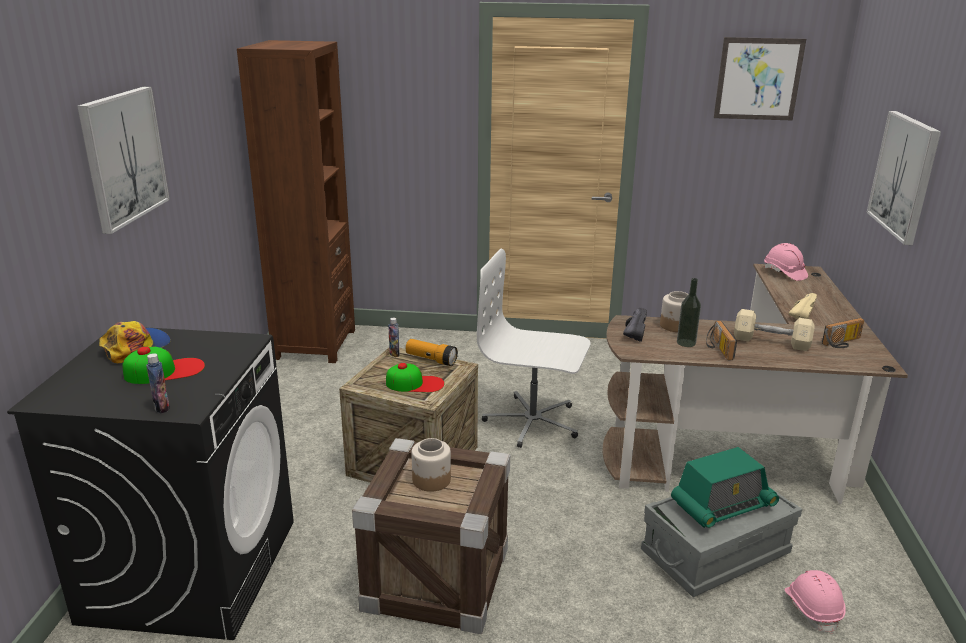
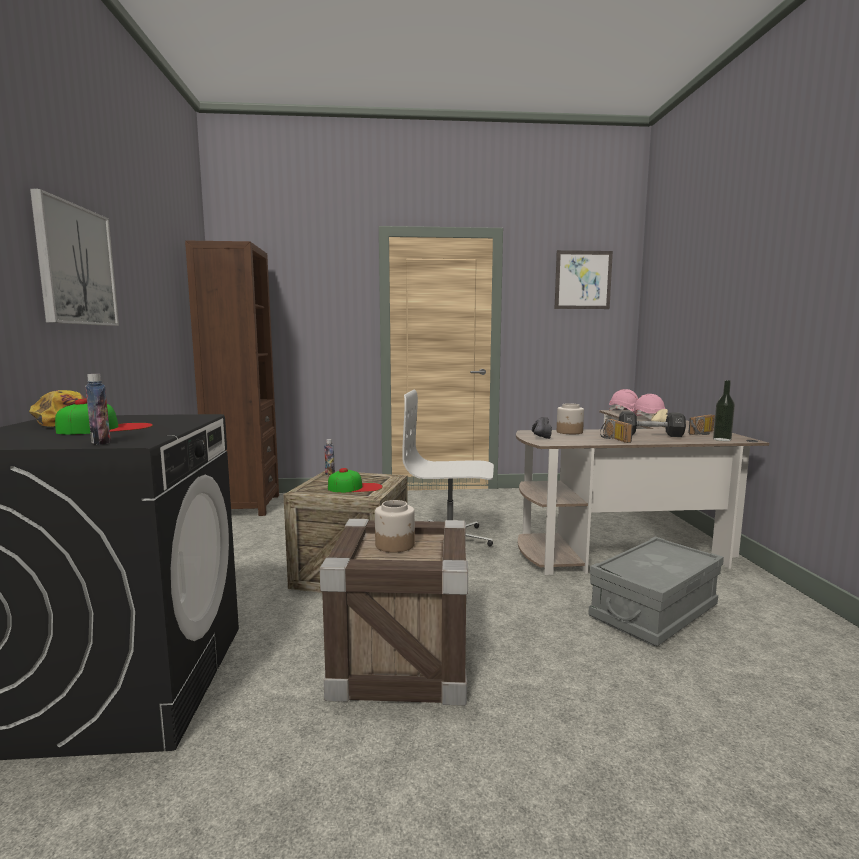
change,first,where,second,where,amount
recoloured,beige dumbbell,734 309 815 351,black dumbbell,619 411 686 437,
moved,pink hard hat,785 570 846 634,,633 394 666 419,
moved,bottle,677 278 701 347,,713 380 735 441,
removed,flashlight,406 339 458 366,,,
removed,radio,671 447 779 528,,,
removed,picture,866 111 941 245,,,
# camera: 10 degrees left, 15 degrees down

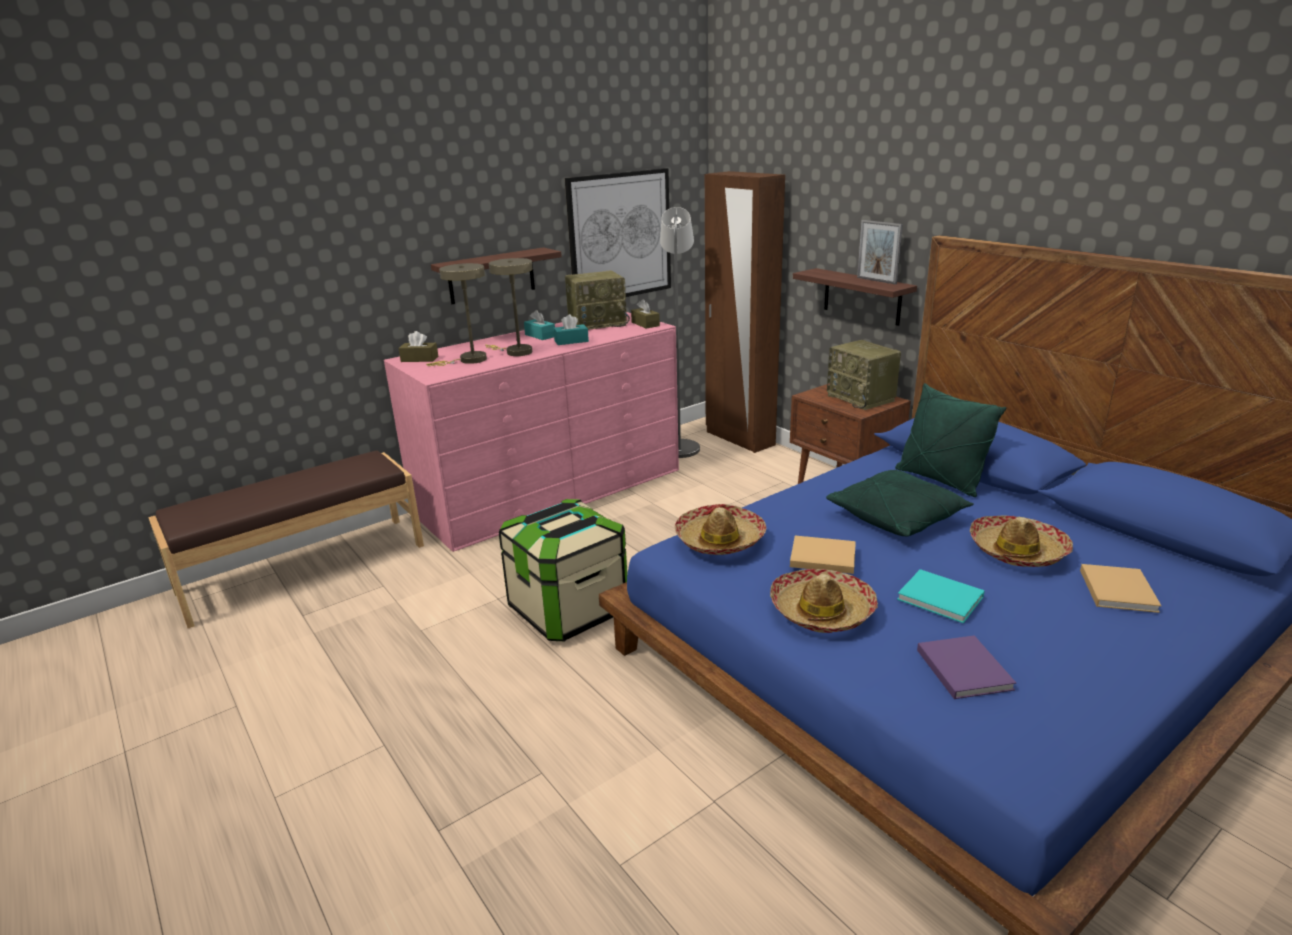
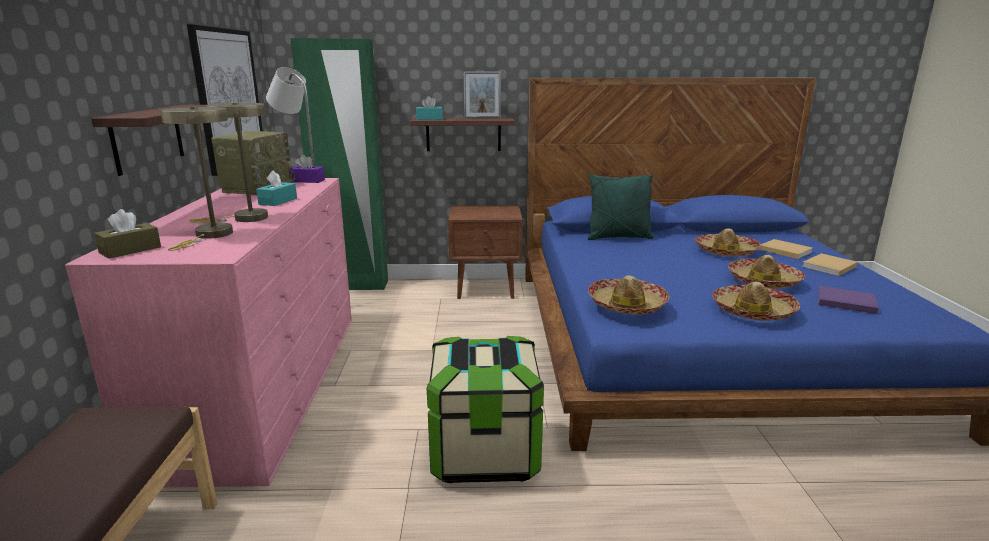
change,first,where,second,where,amount
recoloured,brown tissue box,631 299 660 329,purple tissue box,289 155 325 183,
recoloured,brown wardrobe,705 171 785 453,green wardrobe,291 38 388 290,
moved,turquoise tissue box,524 310 555 340,,416 96 443 120,
replaced,turquoise book,897 569 985 624,hat,728 255 805 289,
moved,beige book,790 535 856 574,,802 253 858 276,
removed,green pillow,826 469 974 537,,,
removed,radio,827 340 901 410,,,
# camera: 55 degrees left, 5 degrees down

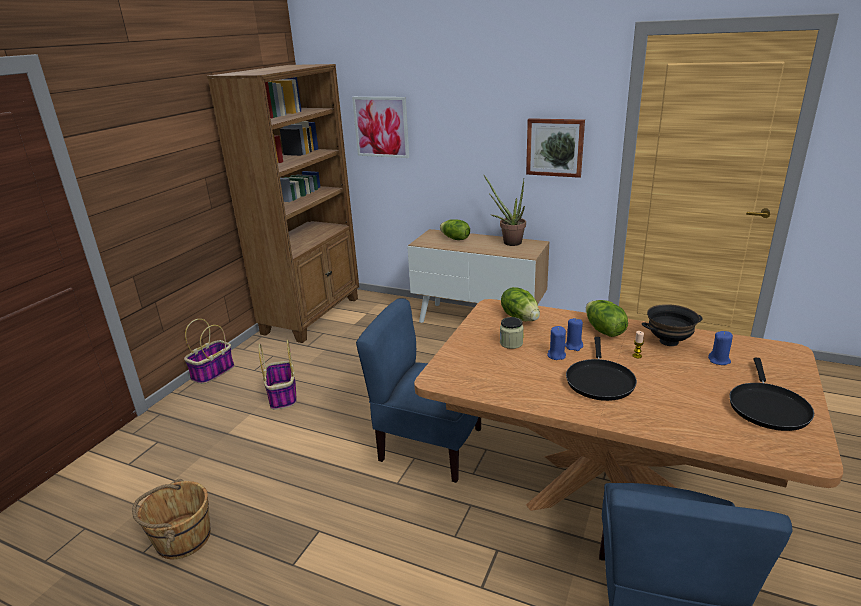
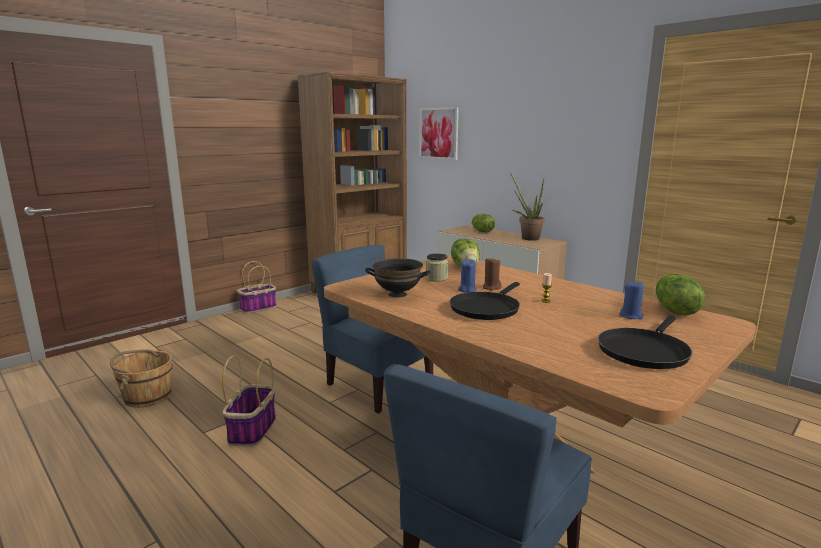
change,first,where,second,where,amount
moved,basket,258 340 296 410,,222 356 276 446,
moved,black bowl,642 304 702 346,,365 258 431 298,
recoloured,blue candle,565 318 583 351,brown candle,483 258 502 291,
moved,lettuce,586 300 628 337,,656 274 705 315,
removed,picture,526 118 585 178,,,
# camera: 20 degrees right, 10 degrees down

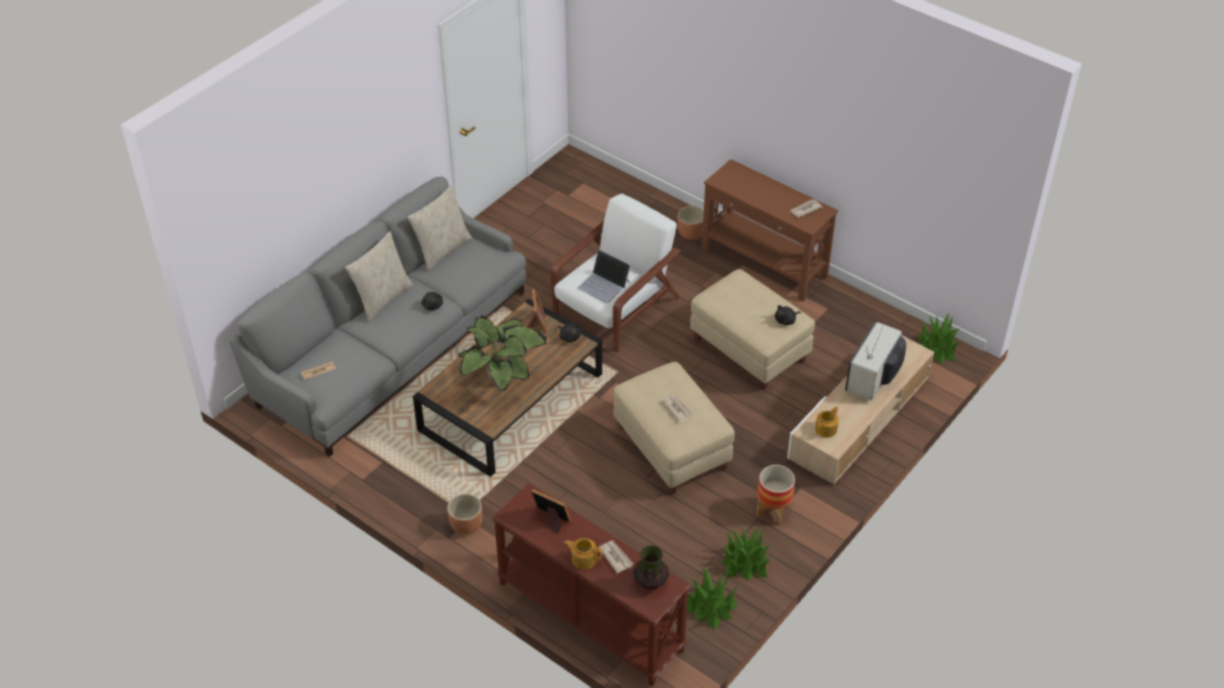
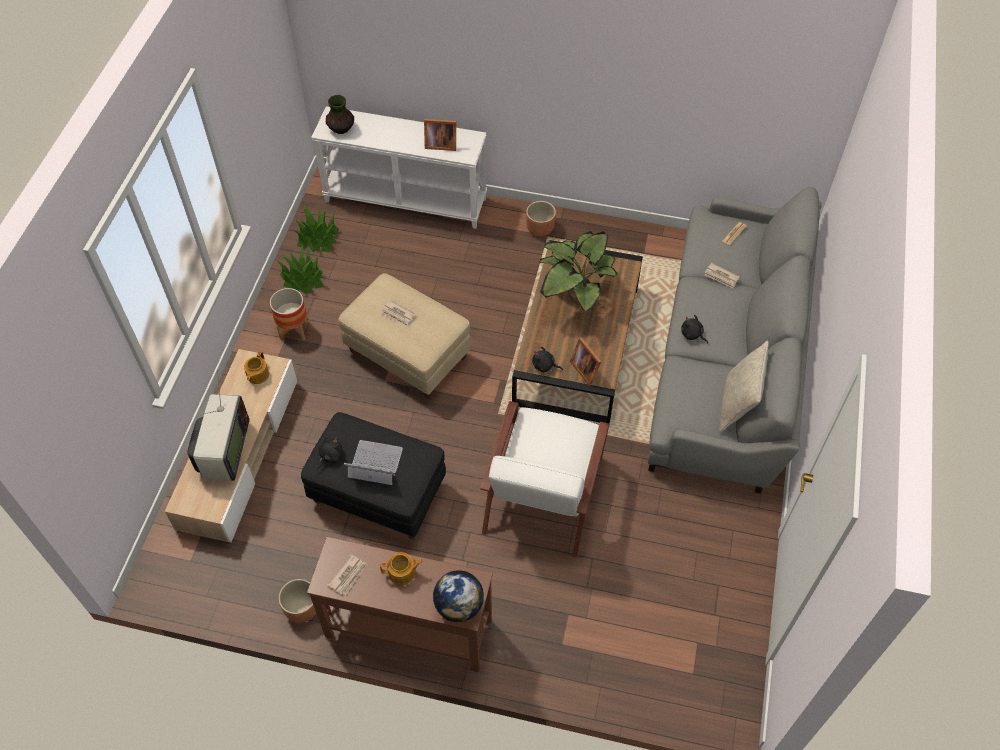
change,first,where,second,where,amount
moved,brown planter,678 206 704 240,,279 579 316 623,
recoloured,beige ottoman,690 269 815 390,black ottoman,301 412 446 540,
recoloured,brown console table,492 483 690 686,white console table,311 106 487 229,
moved,laptop,577 249 631 304,,344 440 403 485,
moved,teapot,564 538 602 569,,380 552 423 585,
added,,,globe,433 570 484 622,
moved,newspaper,598 541 633 573,,705 263 740 288,
removed,beige pillow,345 232 413 321,,,
removed,potted plant,918 313 960 364,,,
# camera: 155 degrees right, 10 degrees up

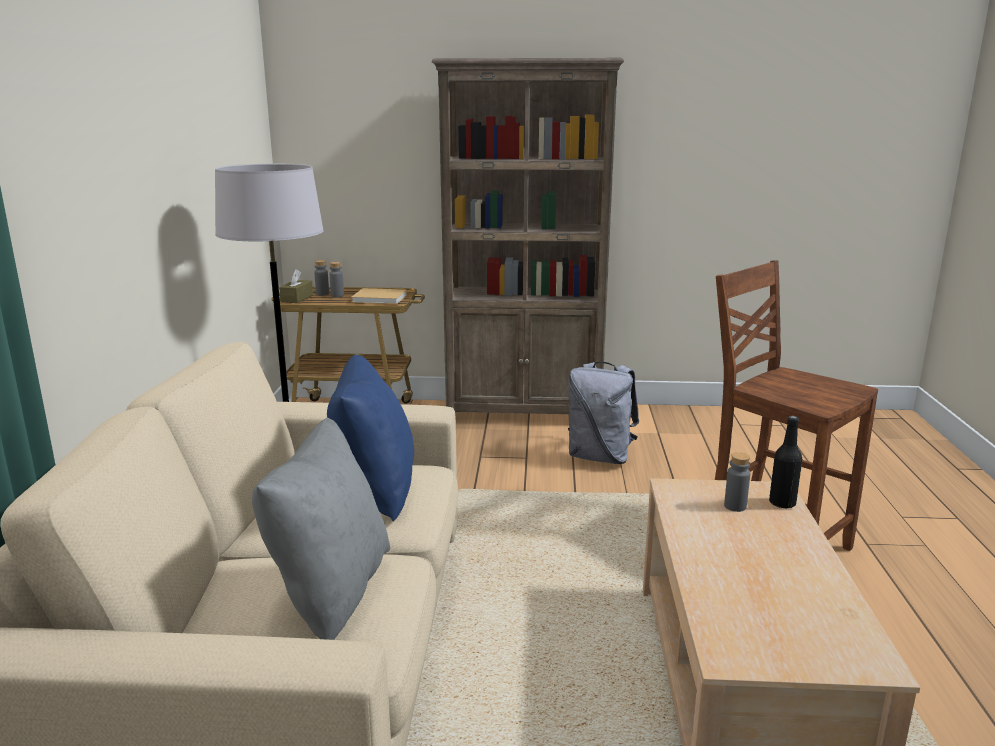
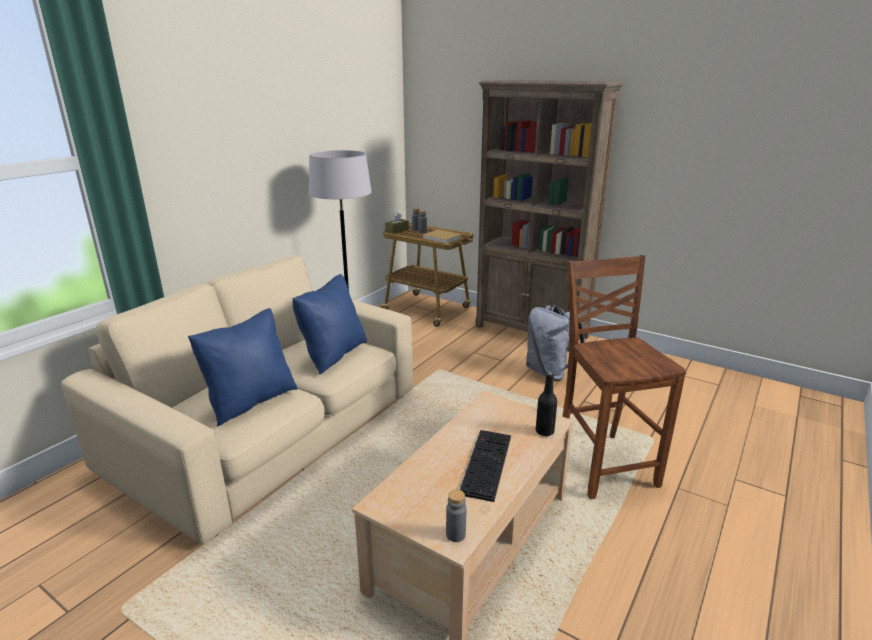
change,first,where,second,where,amount
recoloured,grey pillow,252 418 390 640,blue pillow,188 308 298 426,
moved,grey bottle,724 452 750 512,,446 490 467 542,
added,,,keyboard,460 430 511 502,
# camera: 30 degrees right, 5 degrees up

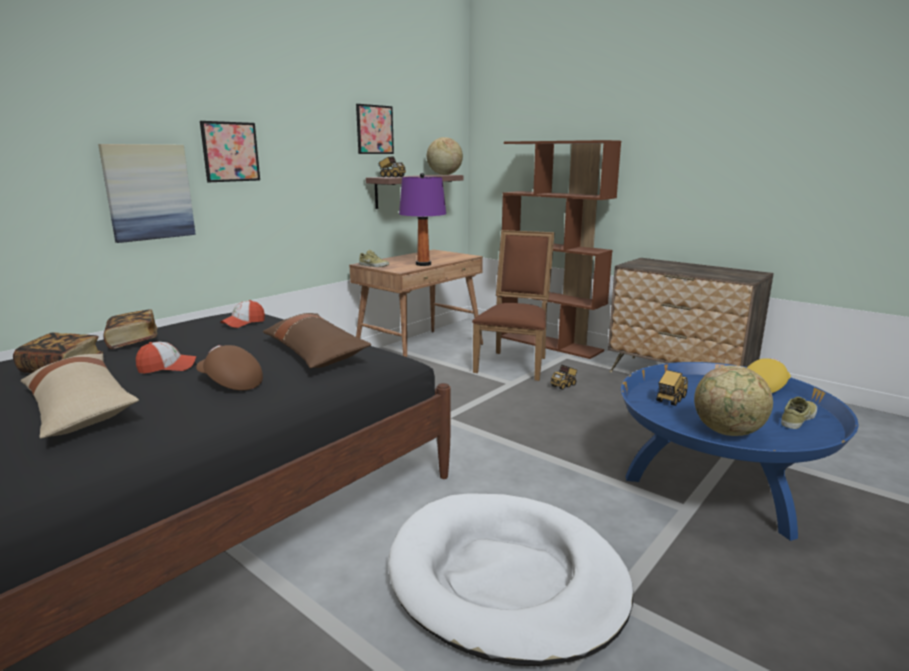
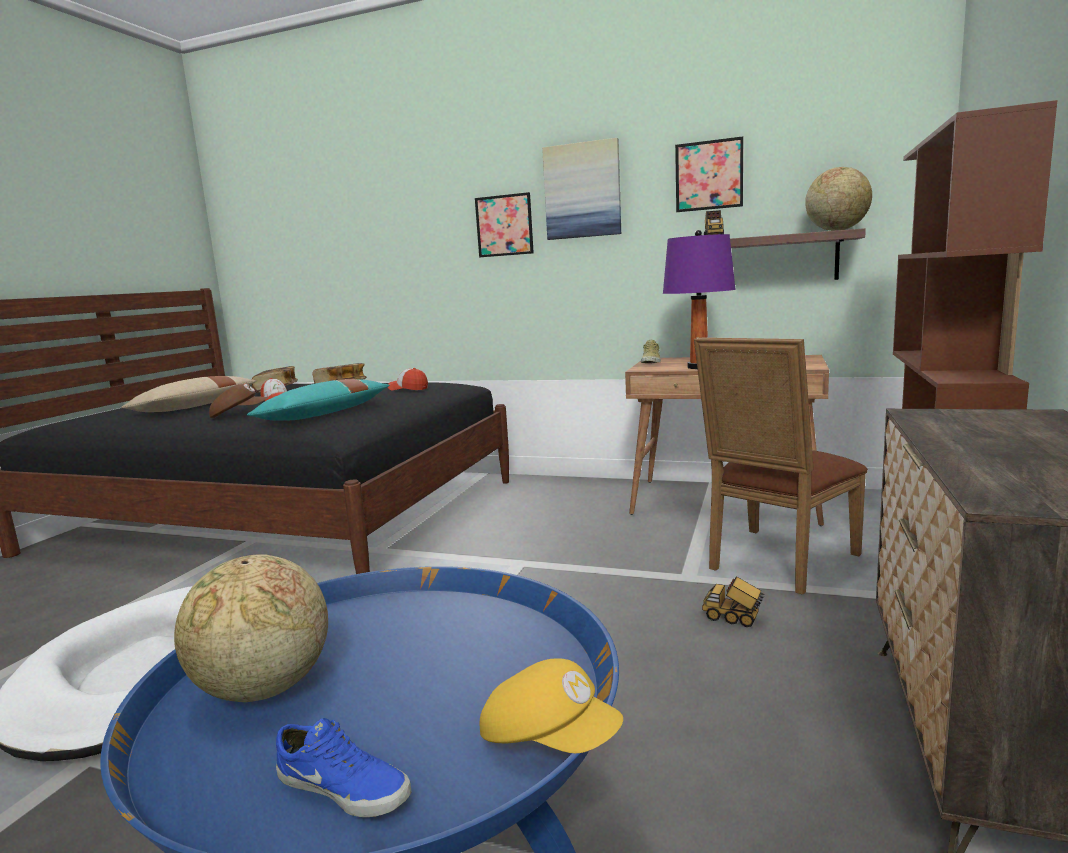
change,first,where,second,where,amount
turned,brown cap,196 345 263 390,,209 384 269 418,75 degrees clockwise
recoloured,brown pillow,263 313 371 368,turquoise pillow,247 379 389 421,
recoloured,beige shoe,781 397 817 429,blue shoe,276 718 411 817,
moved,picture,98 144 196 243,,542 138 621 240,
turned,brown chair,472 230 555 381,,694 337 868 595,135 degrees clockwise
removed,toy truck,656 370 688 406,,,
# camera: 70 degrees right, 5 degrees down

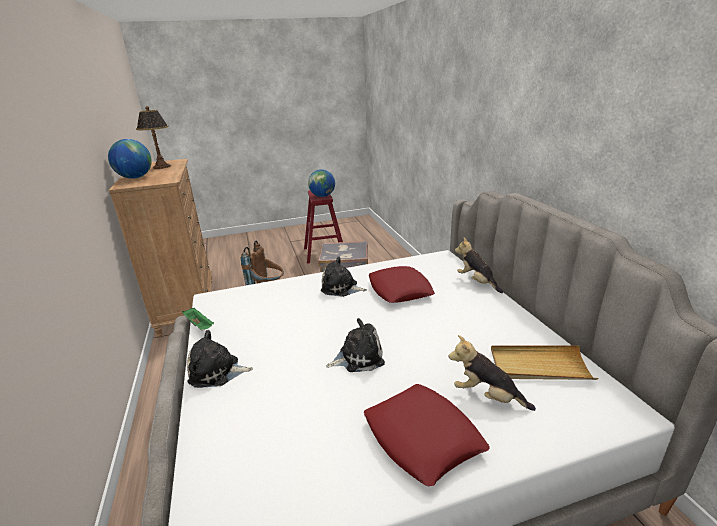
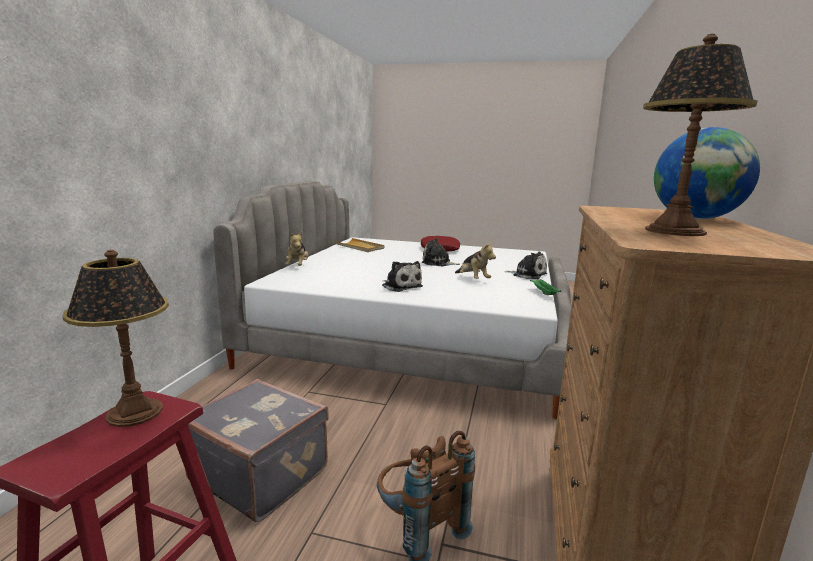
change,first,where,second,where,amount
replaced,globe,308 169 335 197,table lamp,62 250 169 427,
moved,plush toy,449 335 536 411,,455 241 496 279,
removed,red pillow,369 266 435 303,,,
# camera: 150 degrees left, 10 degrees down

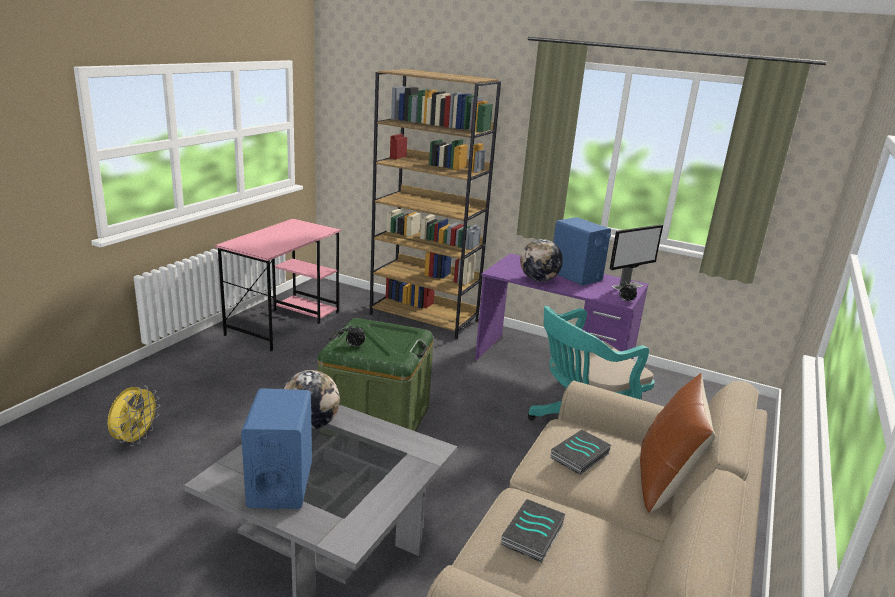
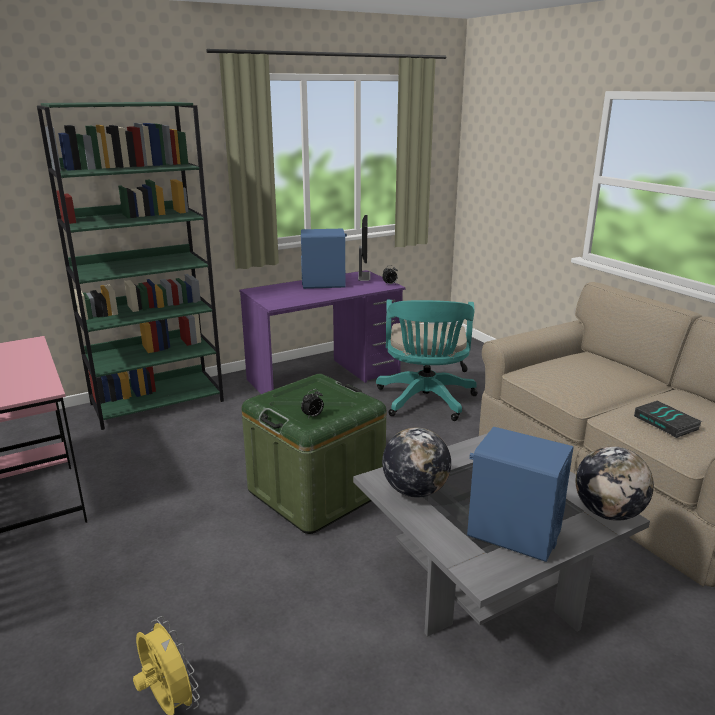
change,first,where,second,where,amount
recoloured,brown bookcase,370 69 501 339,green bookcase,37 102 224 430,
moved,globe,520 239 563 282,,576 446 654 521,
removed,book,550 430 612 475,,,
removed,brown pillow,640 373 715 513,,,
# camera: 55 degrees left, 0 degrees up

